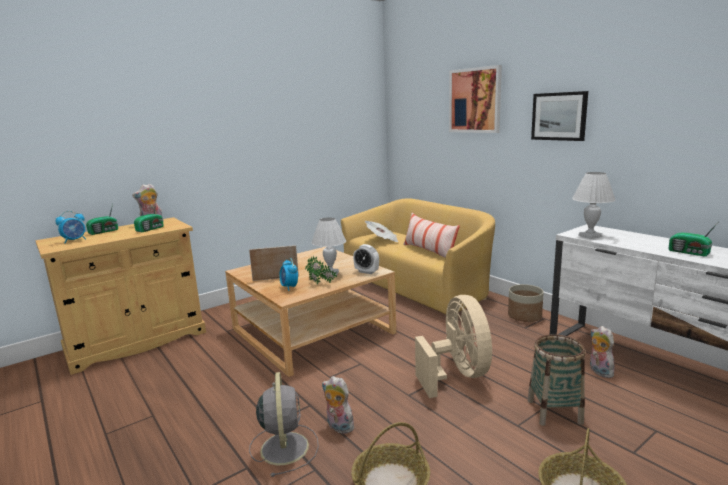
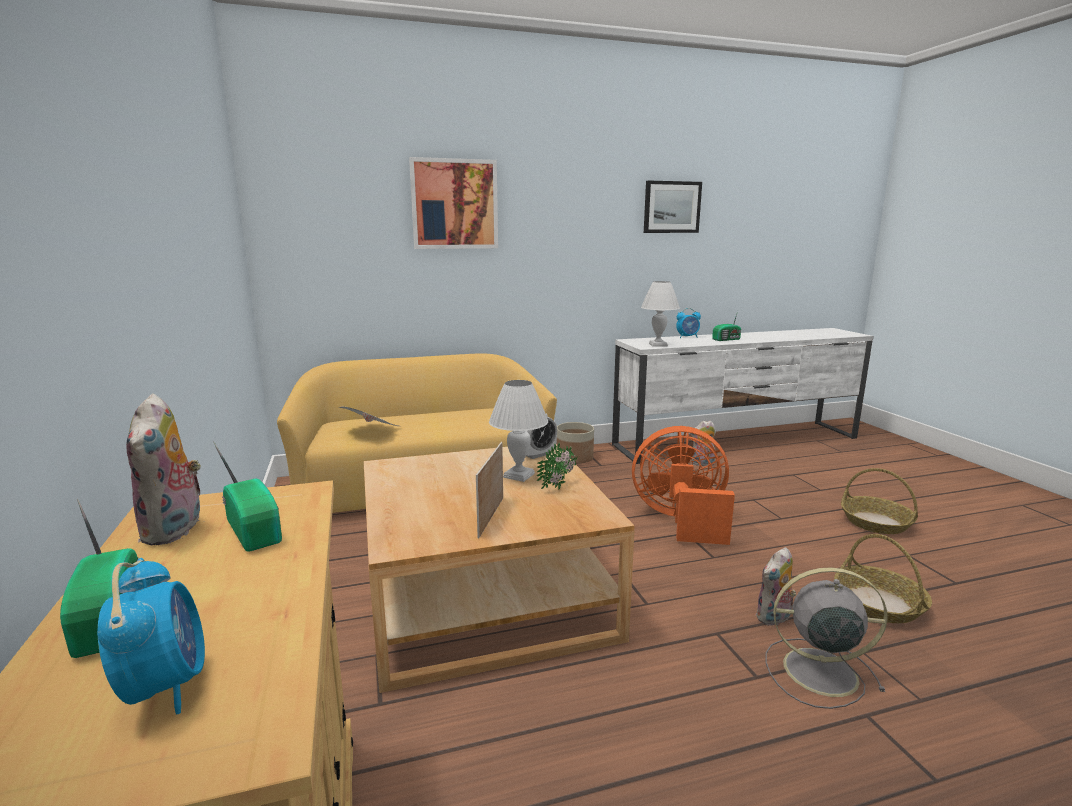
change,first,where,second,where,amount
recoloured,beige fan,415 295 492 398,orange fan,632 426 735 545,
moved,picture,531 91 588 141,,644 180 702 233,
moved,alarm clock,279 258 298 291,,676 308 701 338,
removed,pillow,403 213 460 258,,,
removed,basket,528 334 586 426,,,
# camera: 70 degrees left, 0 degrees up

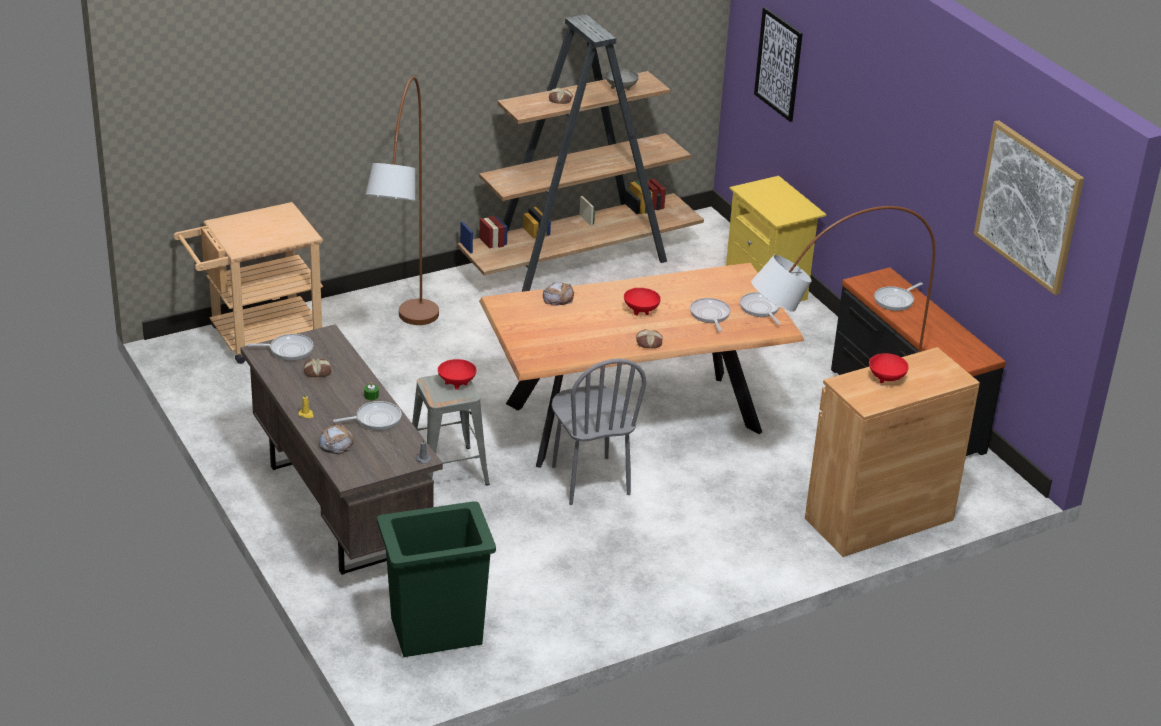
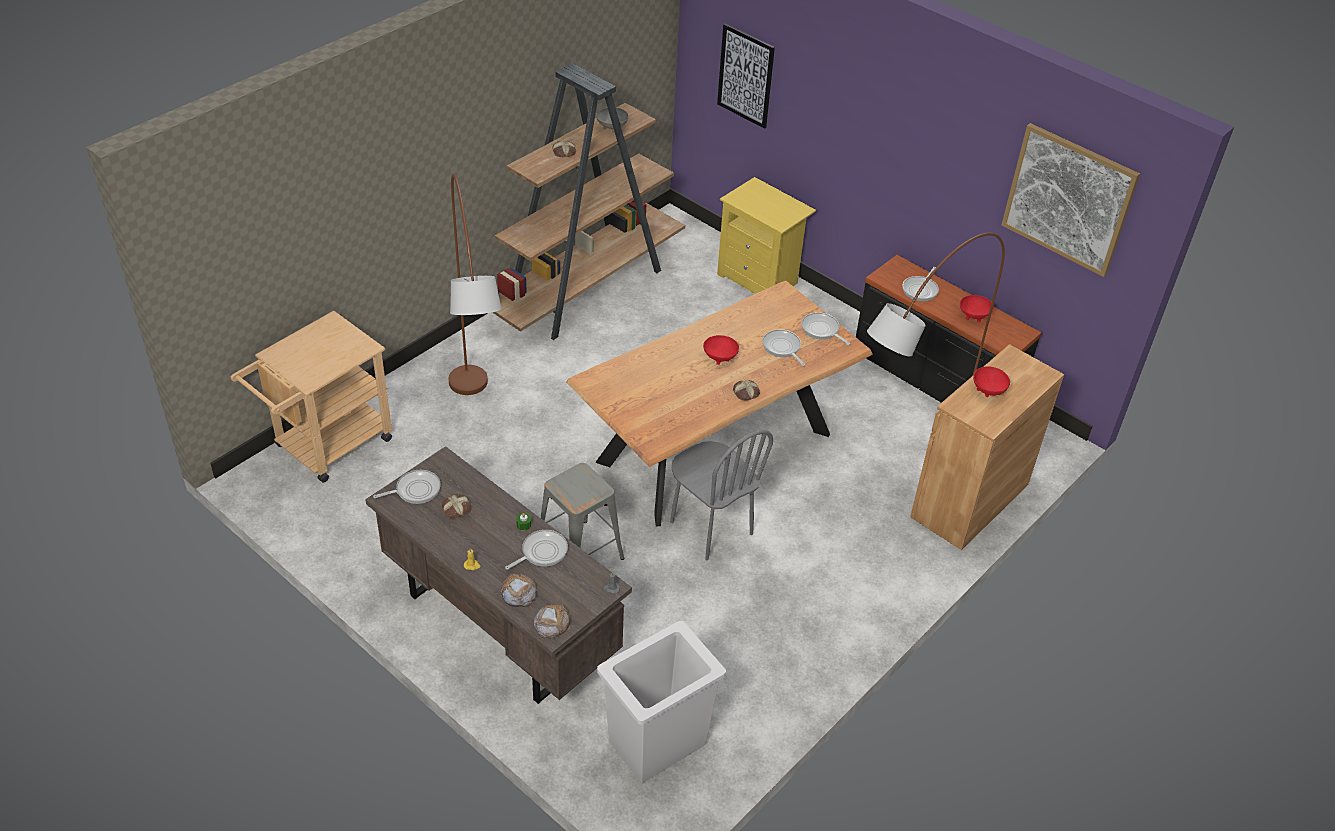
change,first,where,second,where,amount
moved,bread,543 282 574 306,,533 604 571 639,
recoloured,green trash can,377 501 496 657,white trash can,597 621 726 783,
moved,red bowl,438 359 476 390,,960 295 994 322,
# camera: 20 degrees left, 10 degrees up

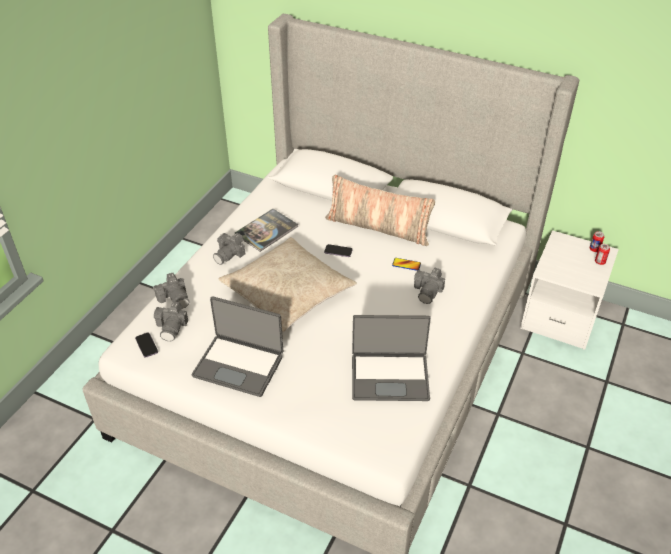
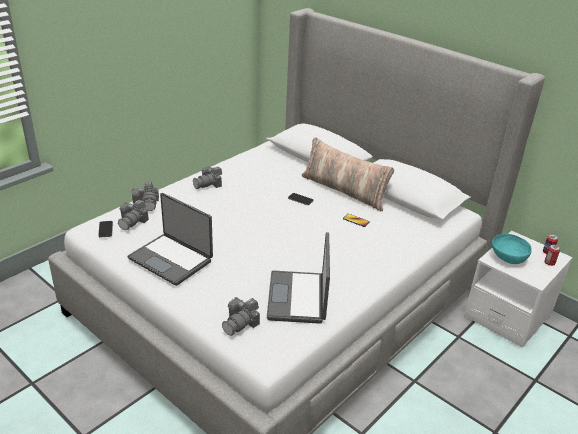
change,first,where,second,where,amount
moved,photo camera,414 268 445 304,,222 297 260 336,
turned,laptop,352 315 431 401,,267 232 330 324,75 degrees clockwise
added,,,turquoise bowl,492 234 532 264,
removed,beige pillow,218 237 357 332,,,
removed,book,235 209 298 252,,,
# camera: 15 degrees right, 10 degrees down

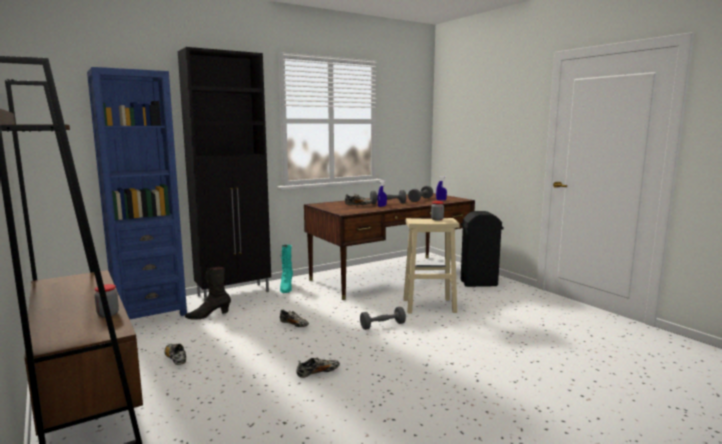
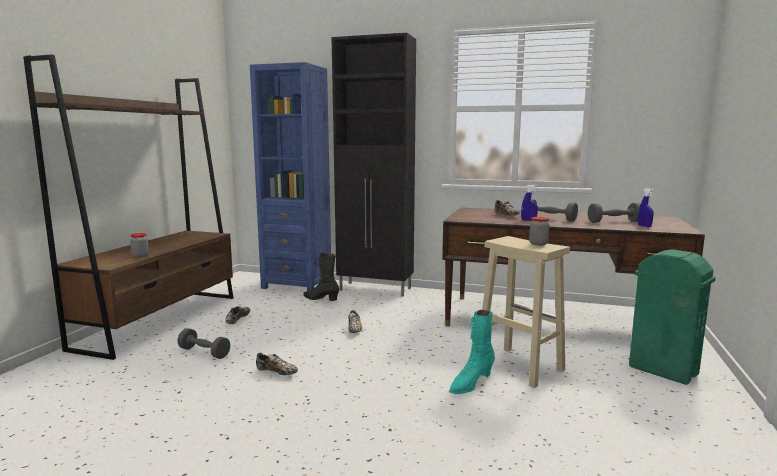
change,first,where,second,where,amount
moved,grey dumbbell,360 307 406 330,,177 328 230 359,
moved,turquoise boot,280 245 293 293,,449 310 495 394,
recoloured,black trash can,461 211 503 287,green trash can,629 249 716 385,
# camera: 50 degrees right, 0 degrees up

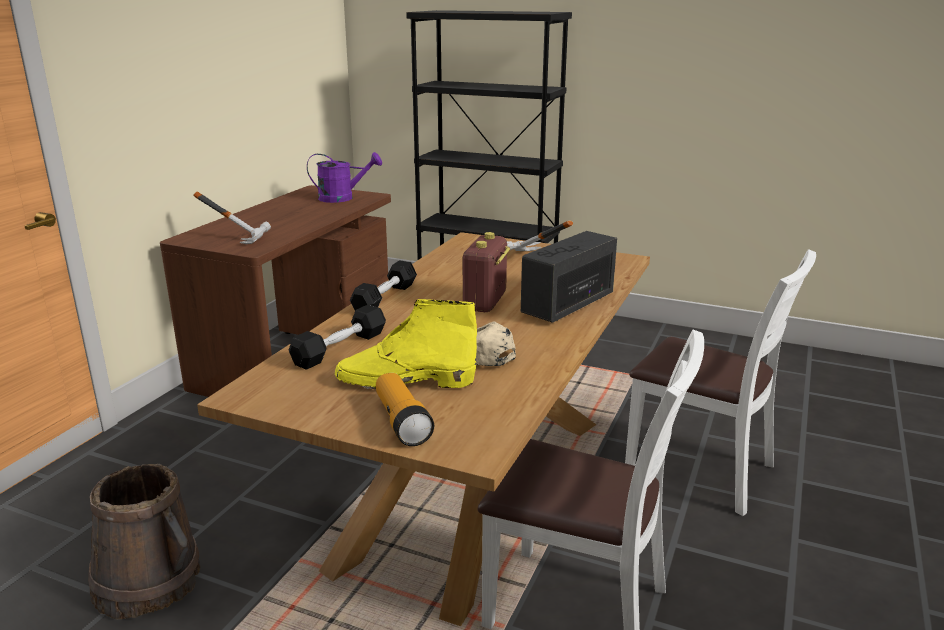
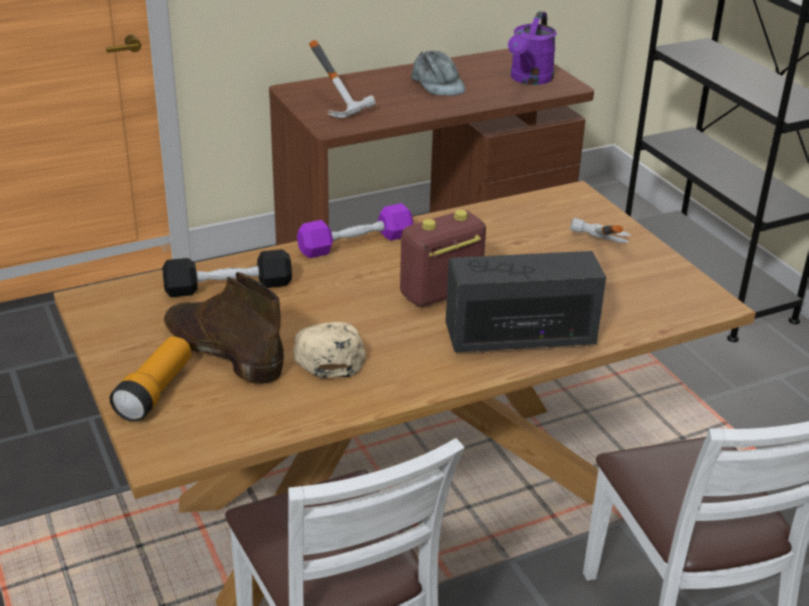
change,first,where,second,where,amount
recoloured,yellow boot,335 299 477 389,brown boot,164 272 284 384,
recoloured,black dumbbell,350 260 417 310,purple dumbbell,297 203 413 258,
added,,,grey cap,411 51 466 96,
turned,purple watering can,307 152 382 203,,508 11 557 85,75 degrees clockwise
removed,brown bucket,88 464 200 619,,,
# camera: 40 degrees right, 10 degrees up

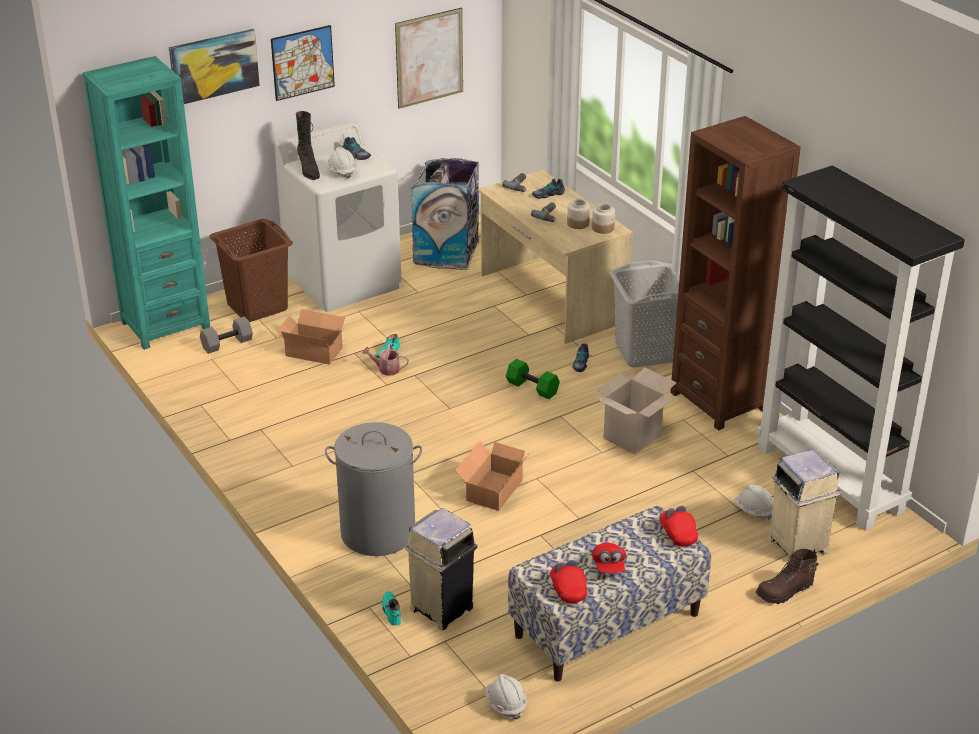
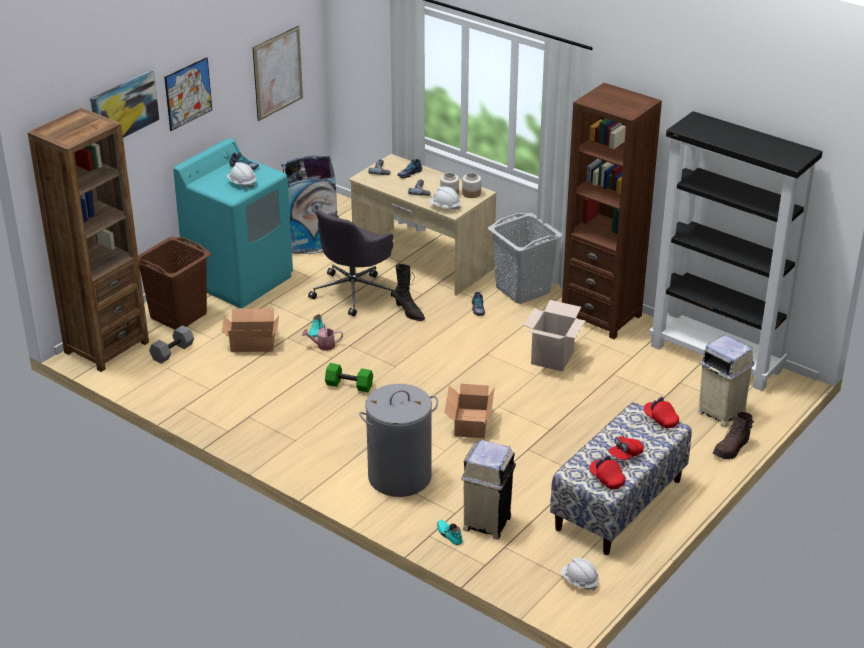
change,first,where,second,where,amount
recoloured,turquoise bookcase,82 56 210 350,brown bookcase,28 108 149 372,
recoloured,white washing machine,274 121 402 312,turquoise washing machine,173 138 293 308,
added,,,grey office chair,308 210 395 317,
moved,green dumbbell,506 359 560 399,,325 363 373 392,
moved,black boot,296 111 320 180,,394 264 425 321,
moved,white hard hat,734 485 773 520,,429 186 461 210,
turned,red cap,592 542 626 573,,608 436 644 460,75 degrees clockwise
# camera: 20 degrees left, 0 degrees up

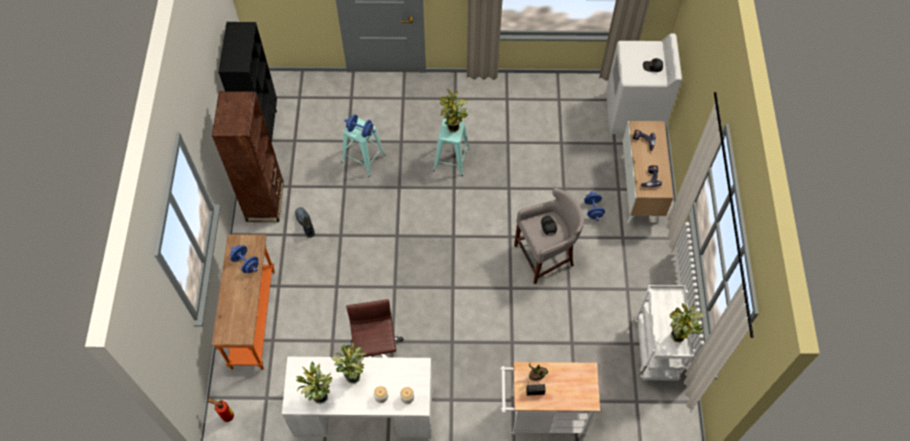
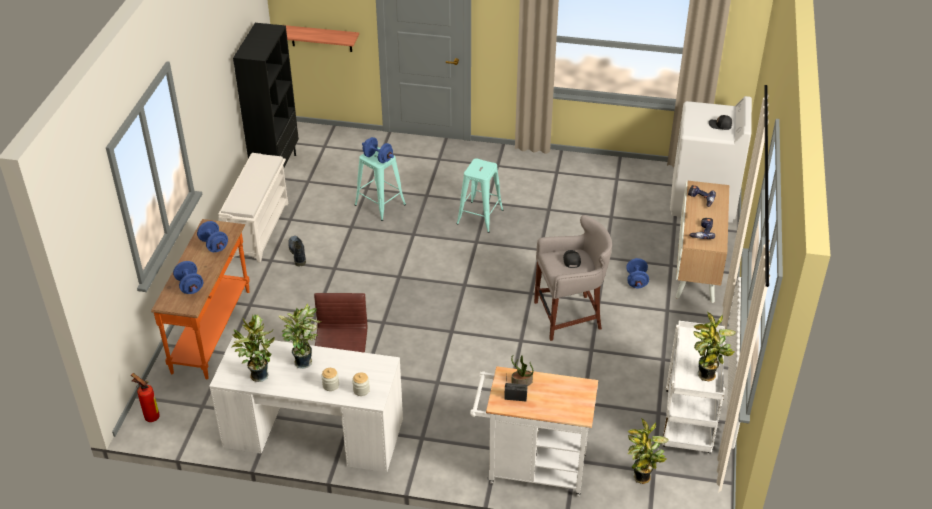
change,first,where,second,where,amount
added,,,blue dumbbell,173 261 203 294,
replaced,brown bookcase,212 91 284 222,white shoe rack,219 153 288 262,
added,,,shelf,285 25 359 52,
moved,potted plant,439 89 468 132,,628 418 669 484,
# camera: 10 degrees right, 20 degrees down

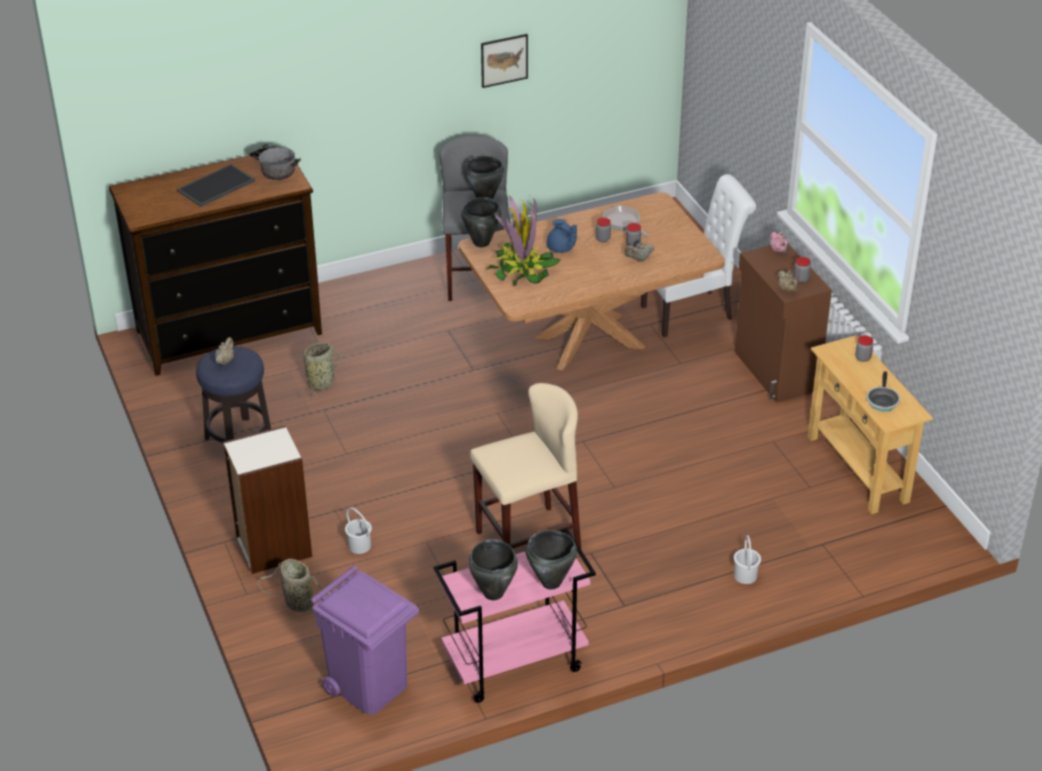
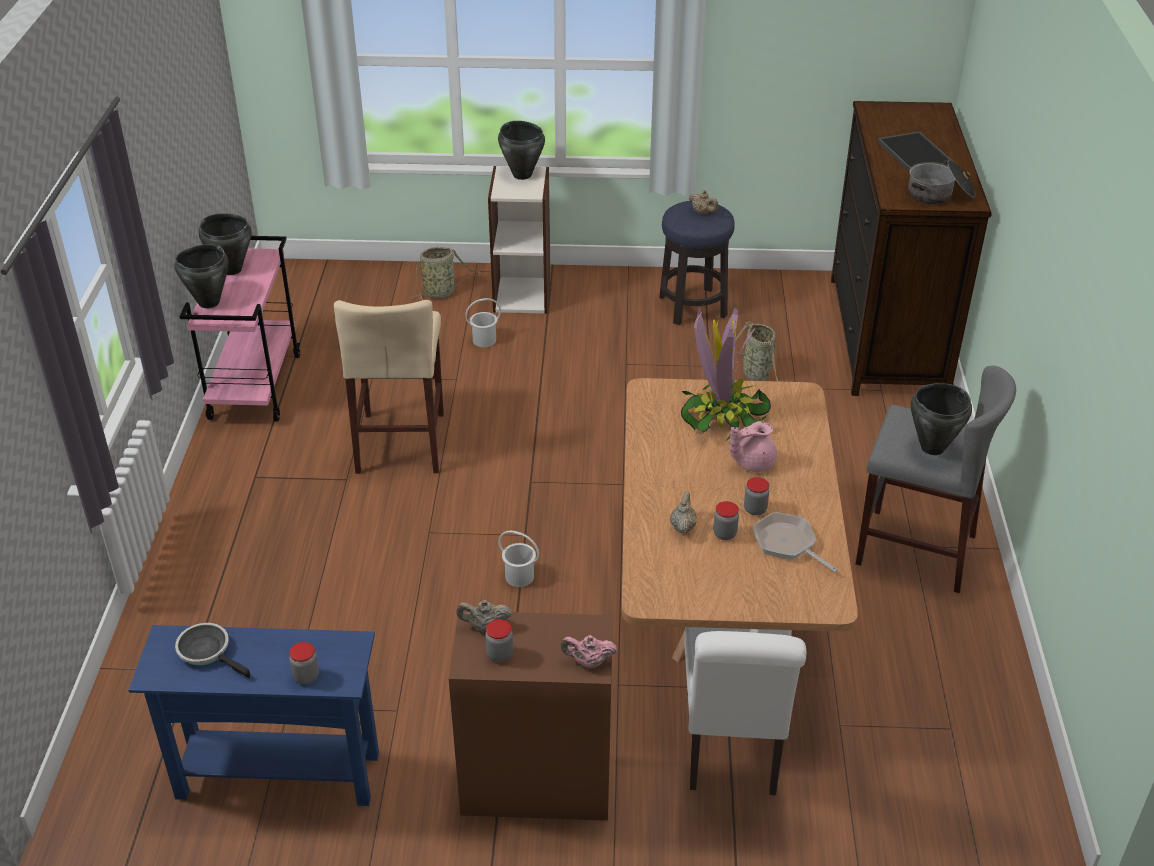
change,first,where,second,where,amount
recoloured,beige console table,807 335 933 514,blue console table,128 625 379 806,
moved,black cooking pot,461 197 501 247,,498 121 545 180,
moved,white bucket,734 535 761 584,,498 531 539 587,
recoloured,blue teapot,546 219 577 253,pink teapot,729 421 777 472,
turned,frying pan,603 205 649 237,,753 512 838 572,120 degrees counterclockwise
removed,purple trash can,310 565 419 714,,,
removed,picture,481 34 528 88,,,
# camera: 115 degrees right, 0 degrees up

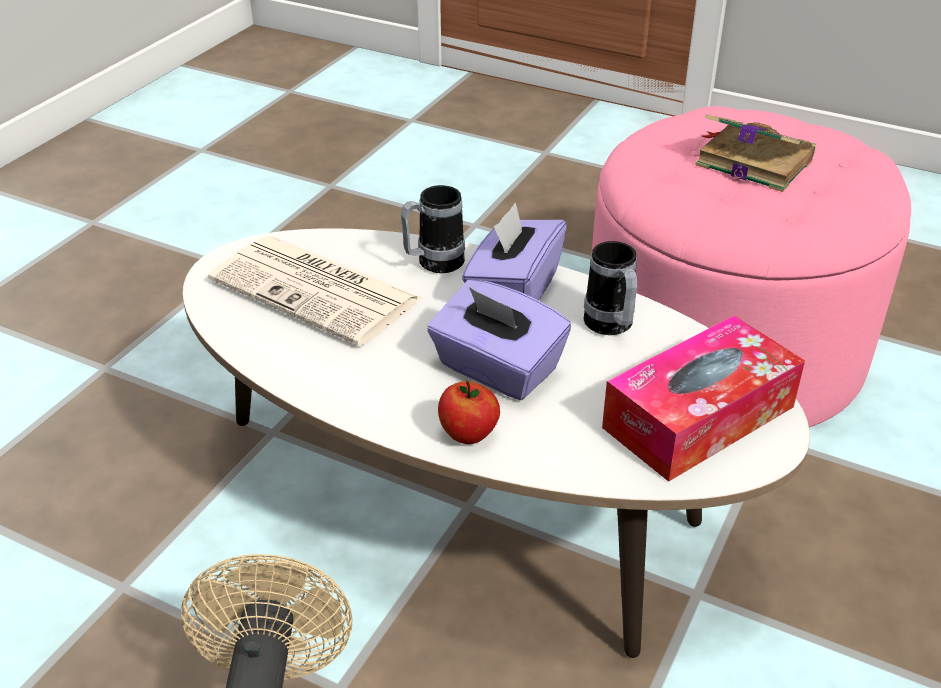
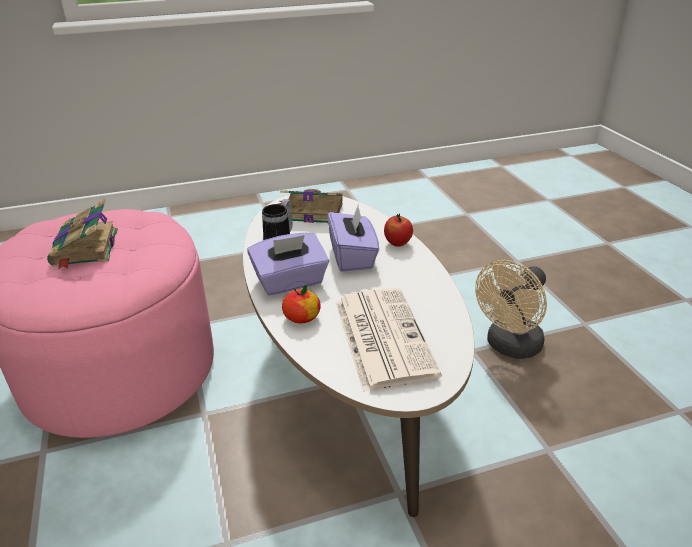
change,first,where,second,where,amount
replaced,tissue box,602 315 805 482,book,279 189 343 223,
replaced,mug,401 185 465 273,apple,282 285 321 324,
# camera: 135 degrees left, 5 degrees down

